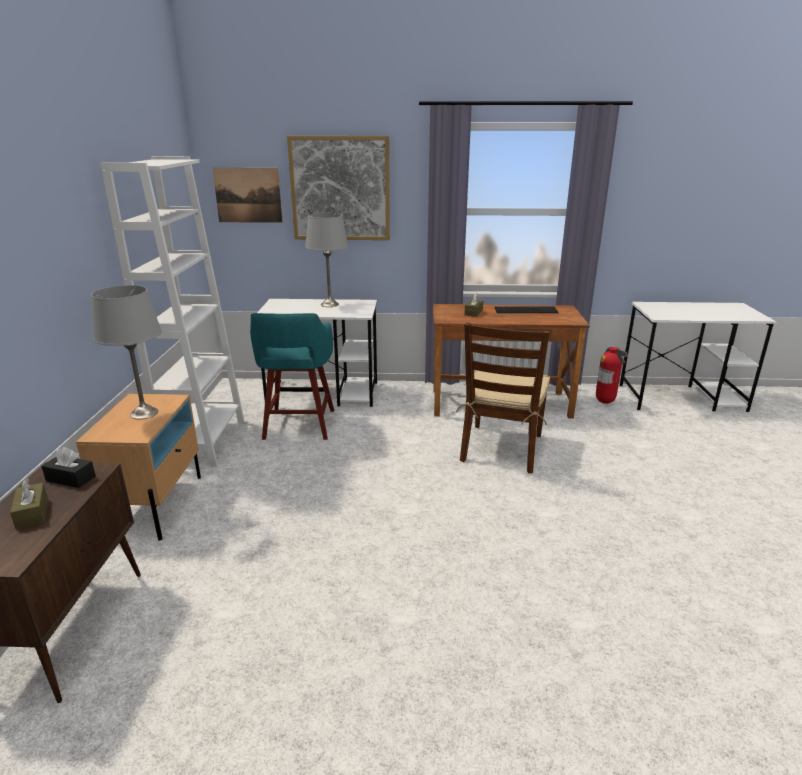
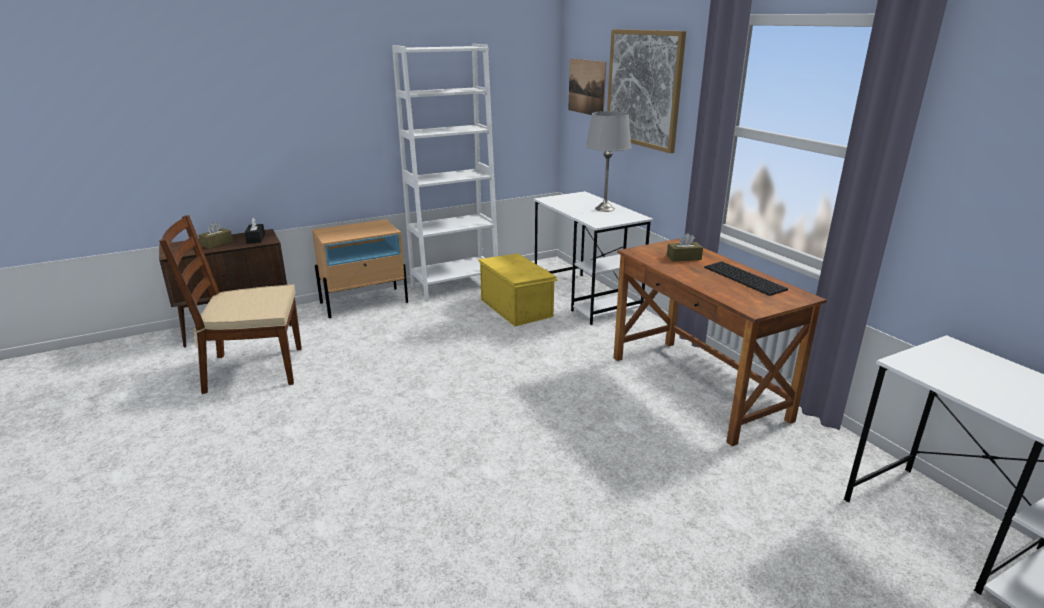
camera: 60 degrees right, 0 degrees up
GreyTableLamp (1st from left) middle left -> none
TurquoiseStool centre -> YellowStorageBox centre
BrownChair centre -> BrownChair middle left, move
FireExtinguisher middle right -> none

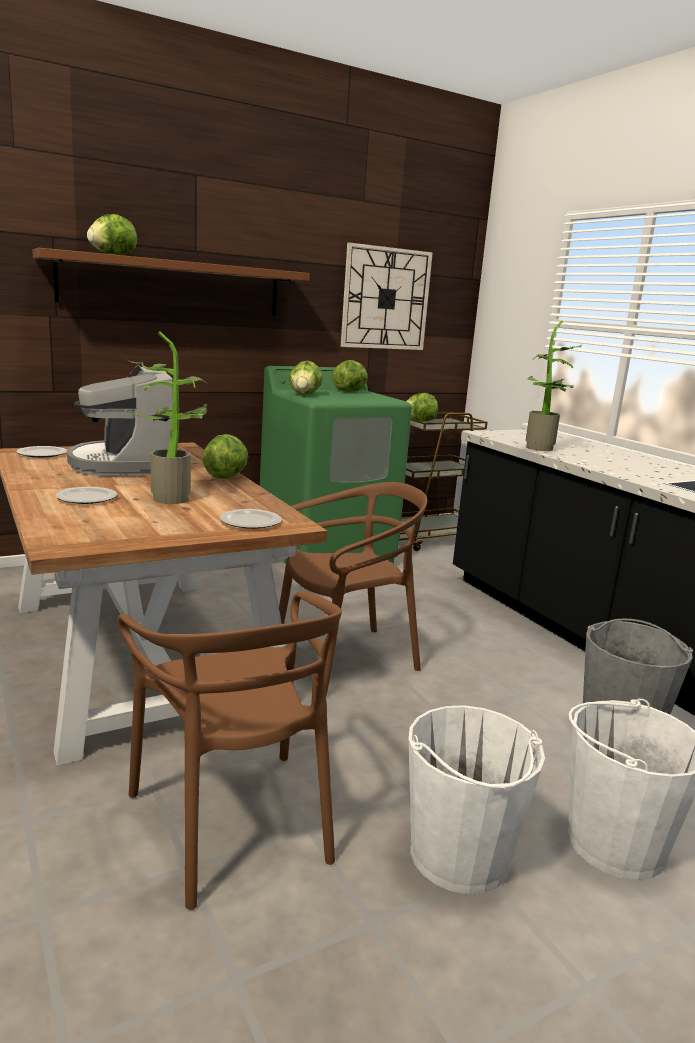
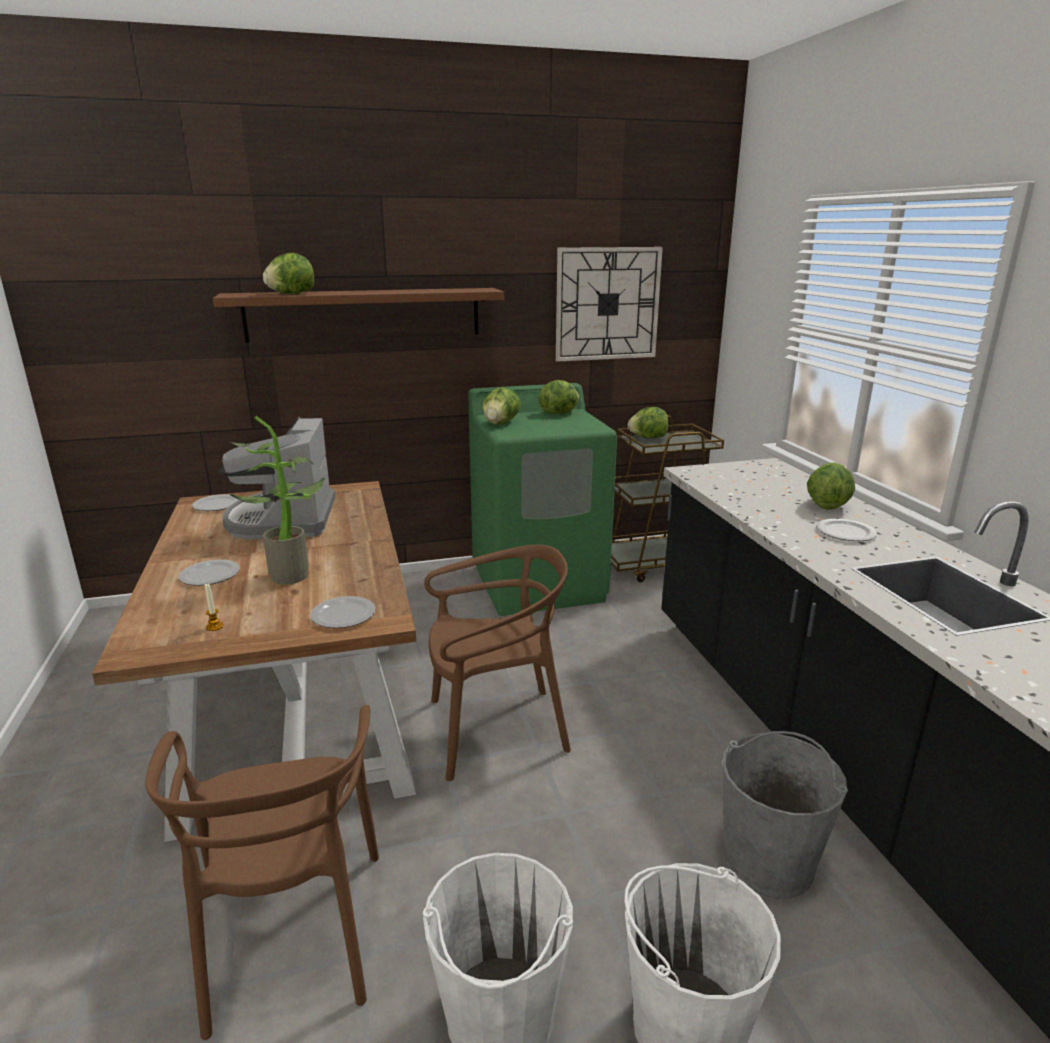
camera: 15 degrees right, 5 degrees up
Lettuce (2nd from left in the first image) middle left -> Lettuce (5th from left) middle right, move
PottedPlant (2nd from left) middle right -> none
none -> Candle middle left
none -> Plate (4th from left) middle right

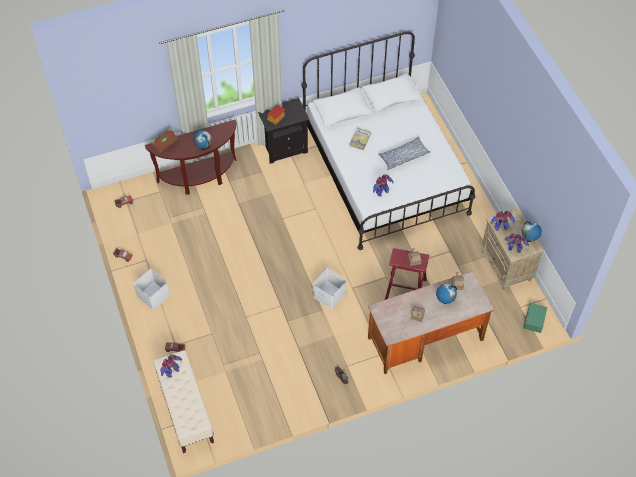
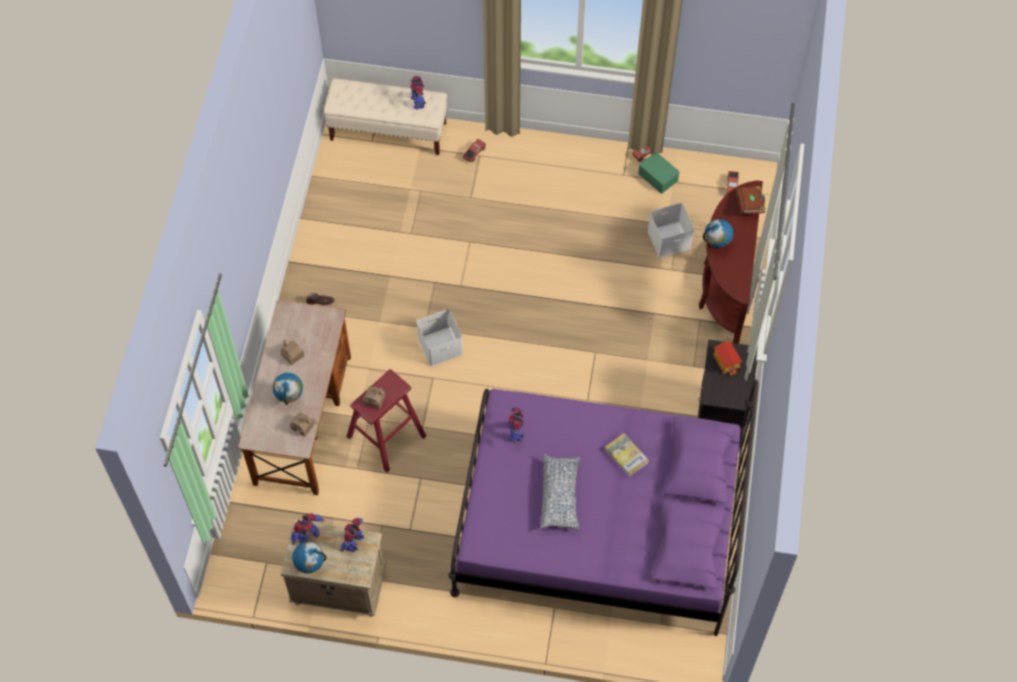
camera: 120 degrees right, 5 degrees up
WhiteStorageBox (1st from left in the first image) middle left -> WhiteStorageBox (2nd from left) centre, move
WhiteBed top centre -> PurpleBed bottom centre
GreenStorageBox bottom right -> GreenStorageBox top centre, move

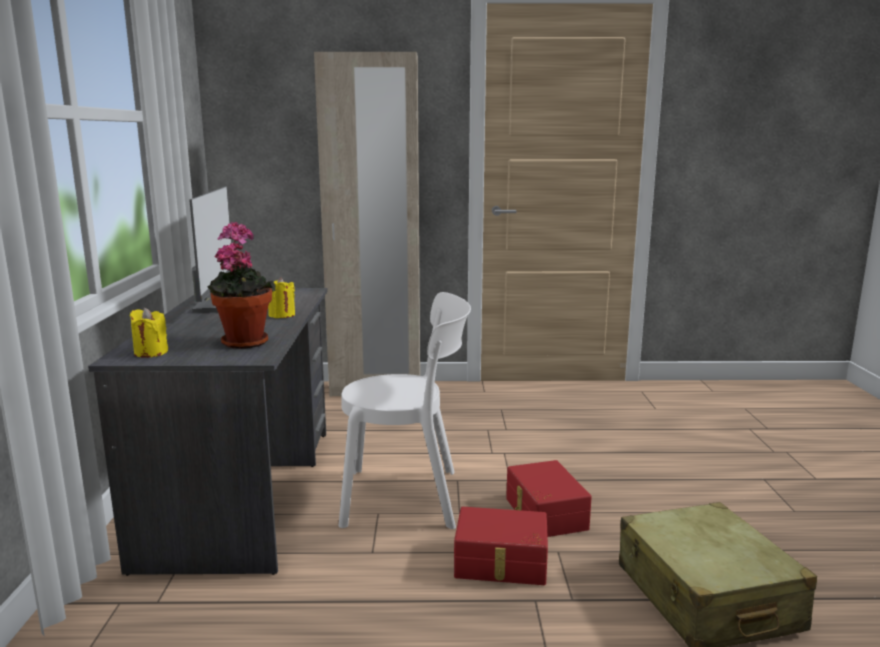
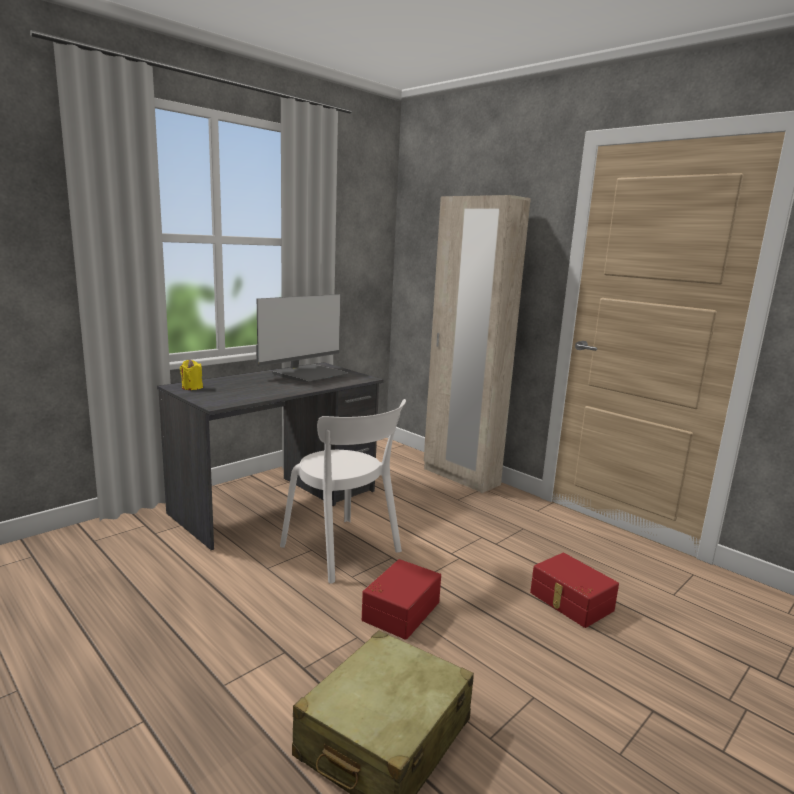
camera: 45 degrees right, 0 degrees up
PottedPlant middle left -> none
YellowCandle (2nd from left) middle left -> none
RedStorageBox (1st from left in the first image) bottom centre -> RedStorageBox (2nd from left) bottom right, move

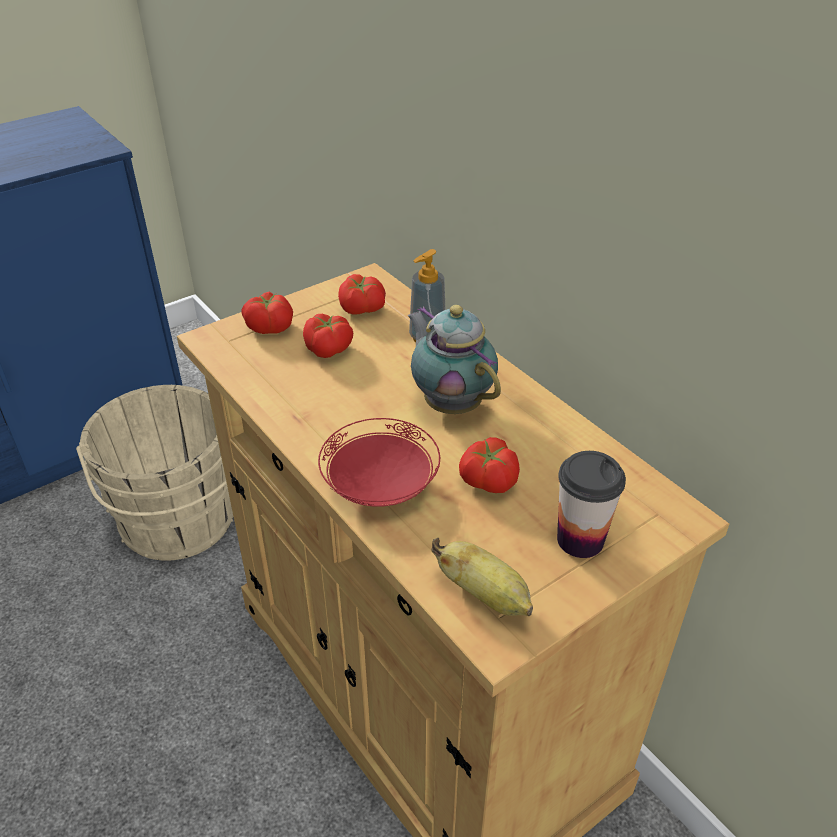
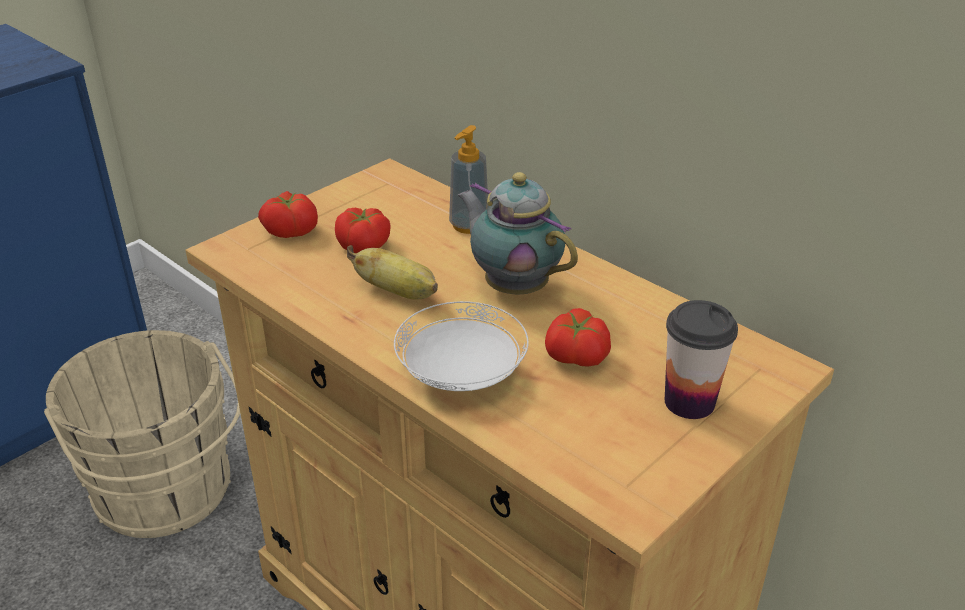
camera: 10 degrees left, 5 degrees down
RedPlate centre -> WhitePlate centre
Tomato (3rd from left) centre -> none
Banana bottom centre -> Banana centre, move

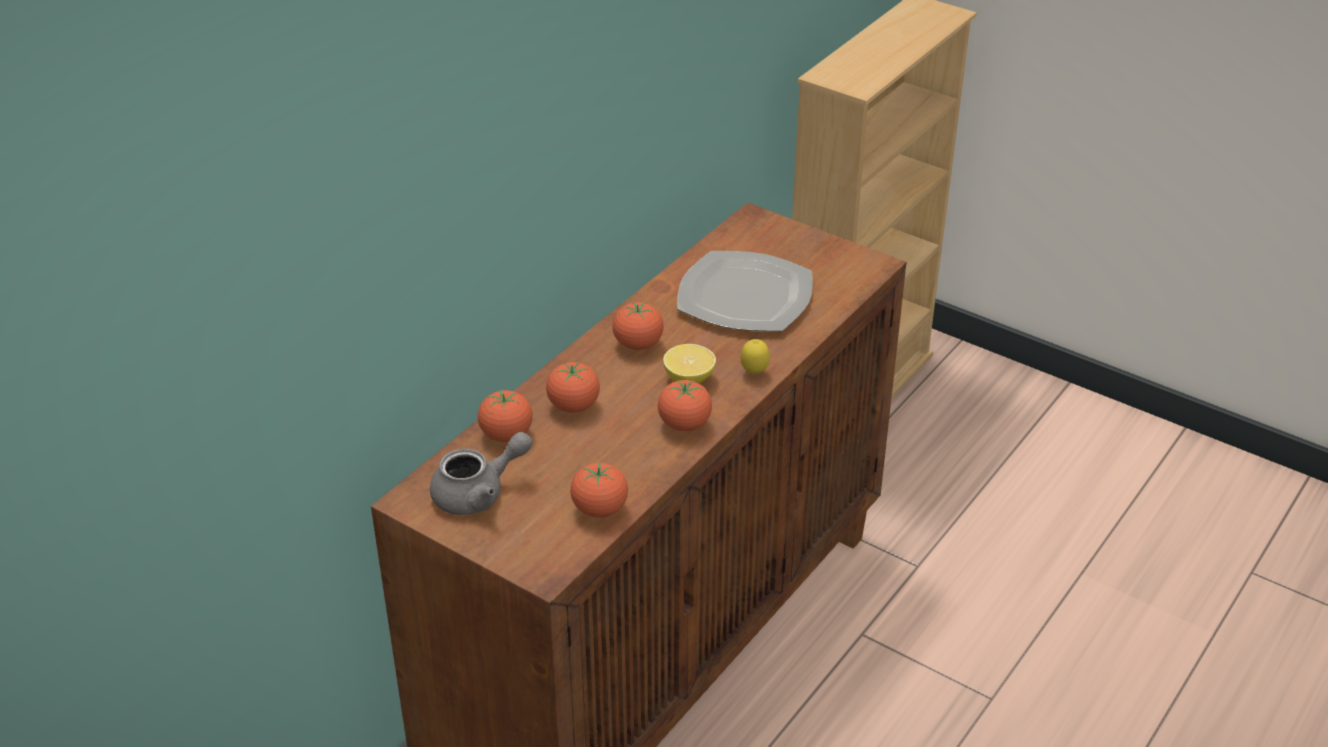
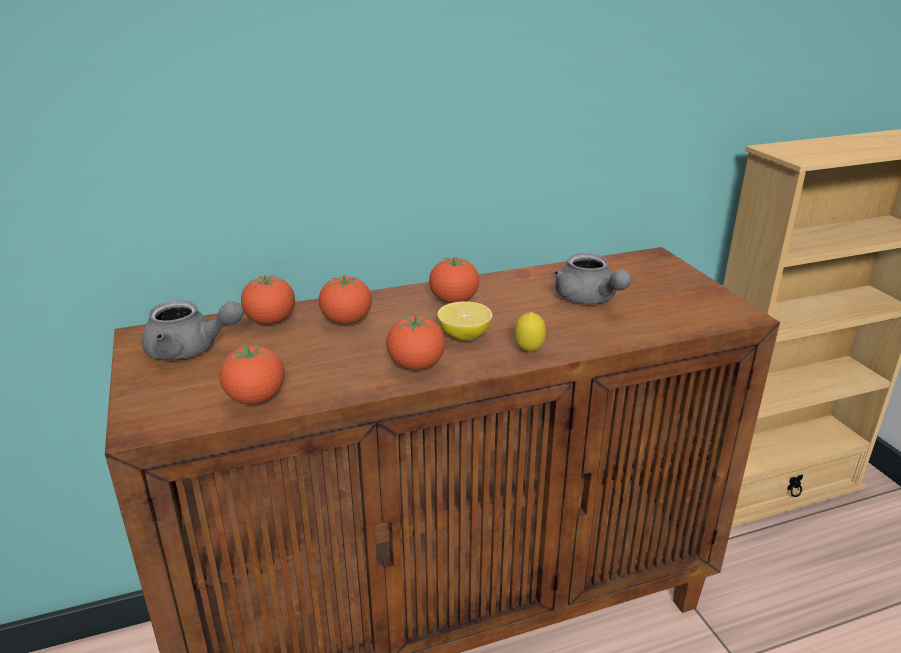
camera: 35 degrees right, 10 degrees down
Plate centre -> GreyTeapot (2nd from left) centre

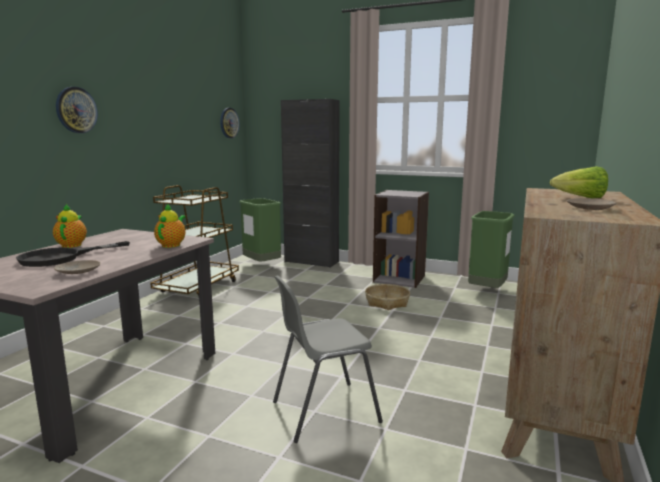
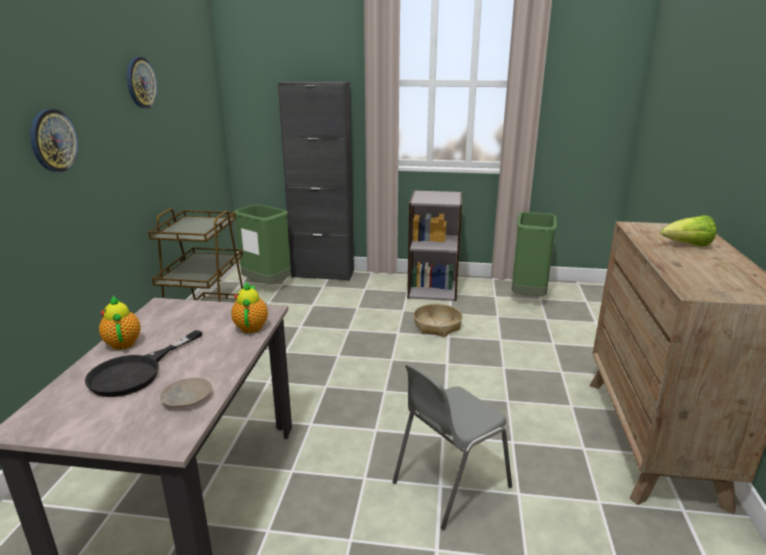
camera: 15 degrees left, 10 degrees up
WallClock (2nd from left) top centre -> WallClock (2nd from left) top left, move
BeigePlate (2nd from left) middle right -> none

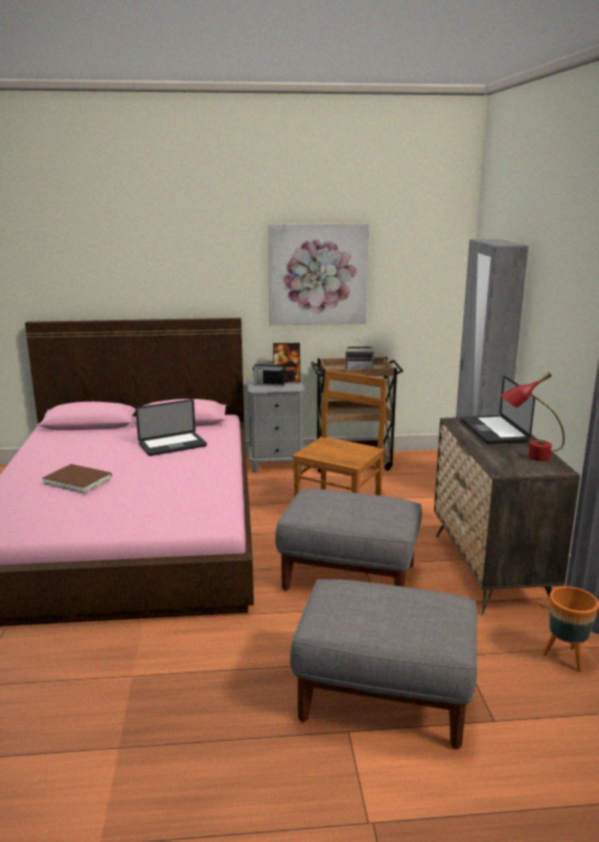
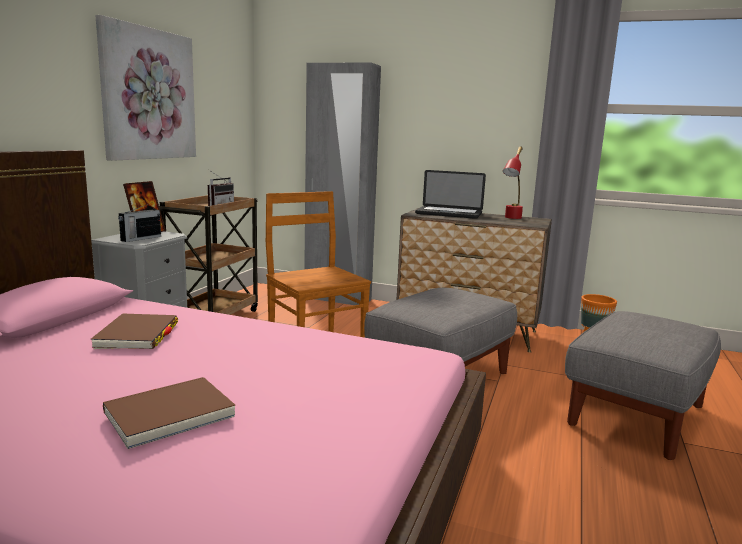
camera: 65 degrees left, 5 degrees down
Laptop (1st from left) middle left -> BrownBook (1st from left) middle left

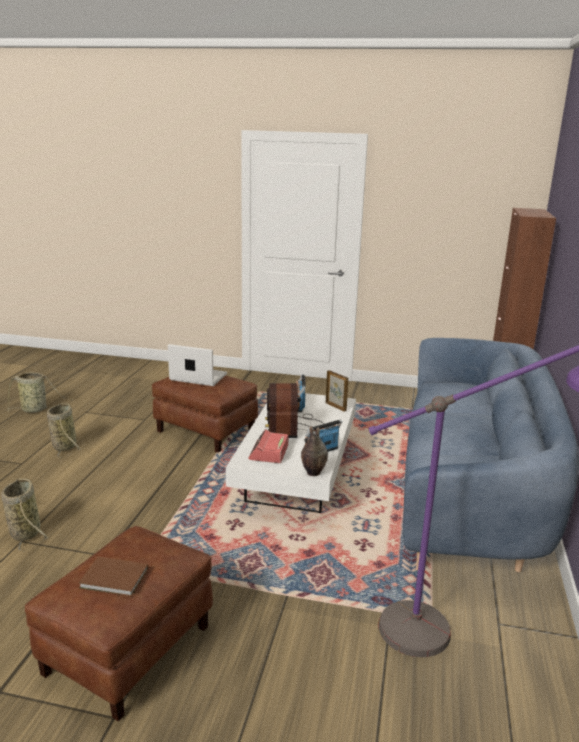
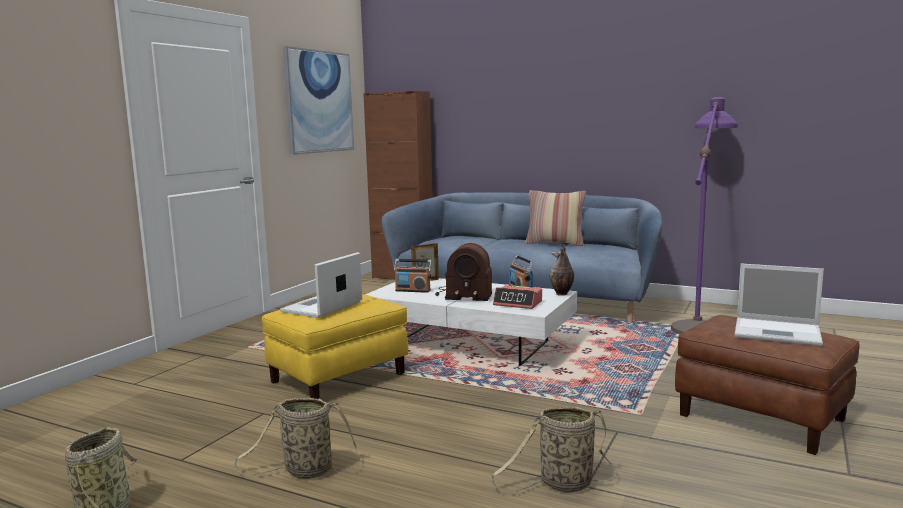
camera: 75 degrees left, 10 degrees down
BrownBook bottom left -> Laptop (2nd from left) middle right
BrownOttoman (2nd from left) centre -> YellowOttoman bottom centre
none -> Picture top centre
none -> Pillow centre

